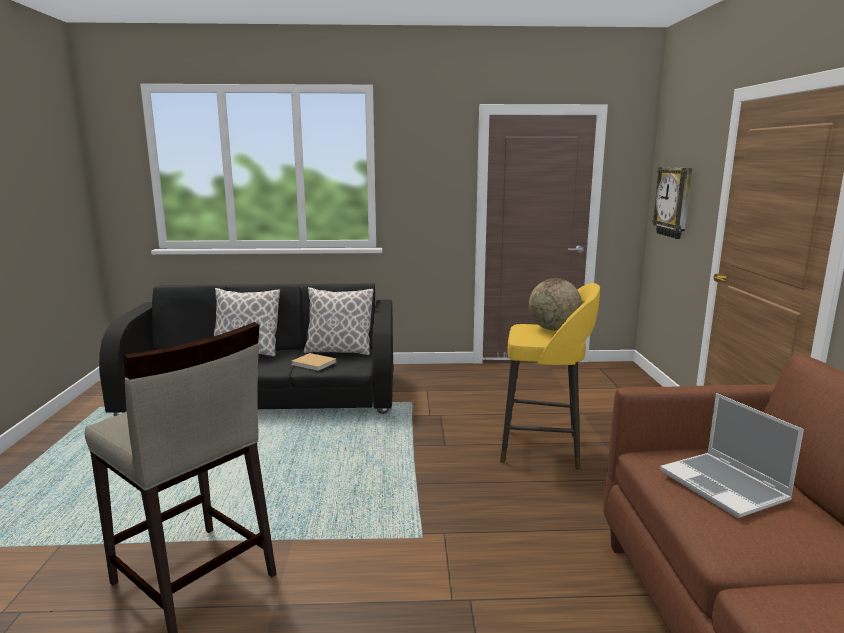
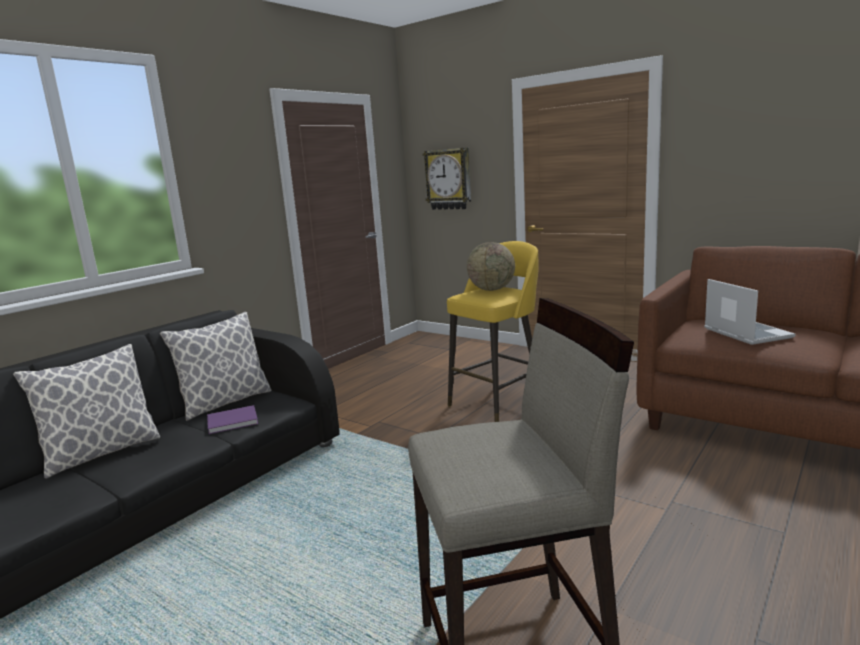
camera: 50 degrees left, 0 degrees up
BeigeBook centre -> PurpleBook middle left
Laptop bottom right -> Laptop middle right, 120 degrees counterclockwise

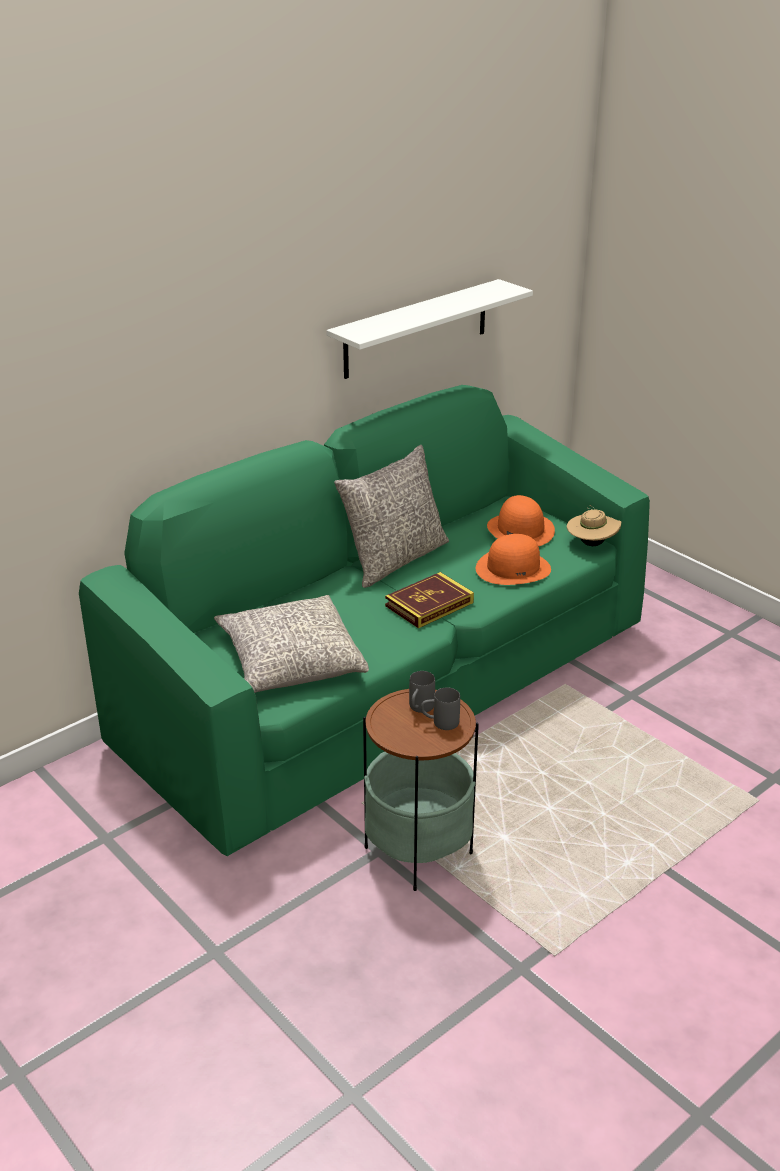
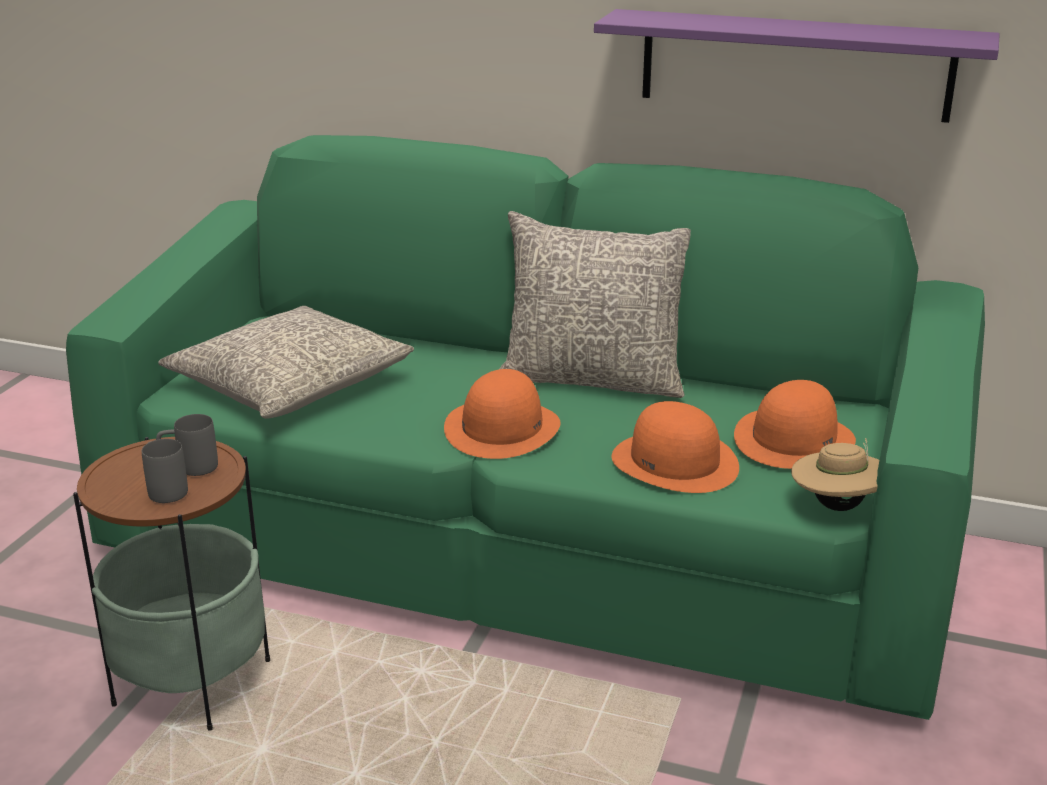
camera: 60 degrees right, 5 degrees down
WhiteShelf top centre -> PurpleShelf top right
Book centre -> OrangeHat (1st from left) centre

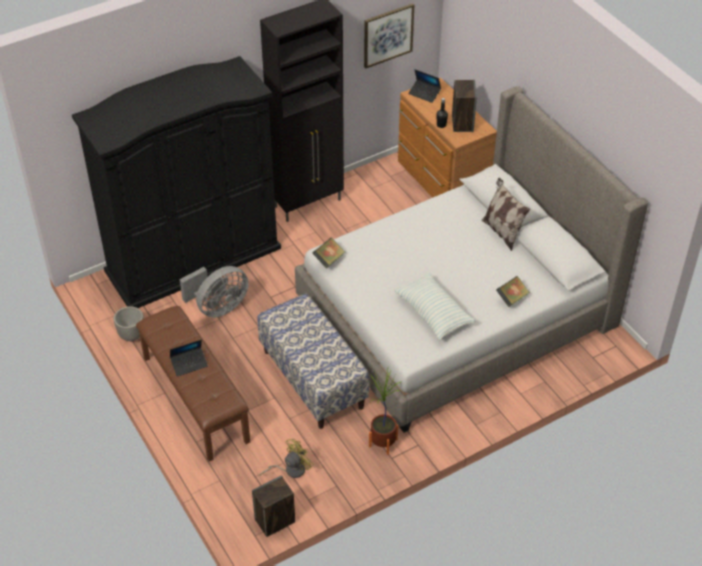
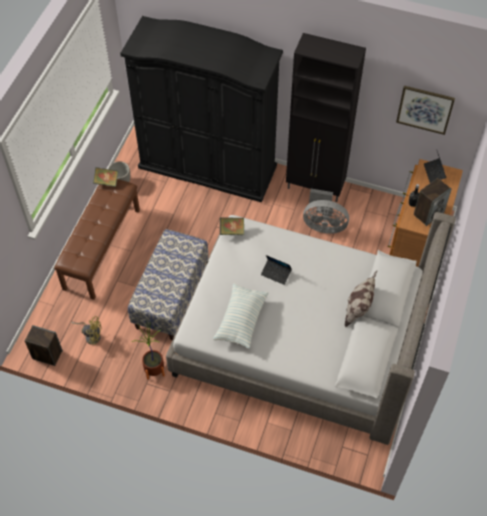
camera: 50 degrees right, 10 degrees up
Laptop (1st from left) middle left -> Laptop (1st from left) centre, move
GreyFan middle left -> GreyFan middle right, move
Book (2nd from left in the first image) middle right -> Book (1st from left) middle left, move

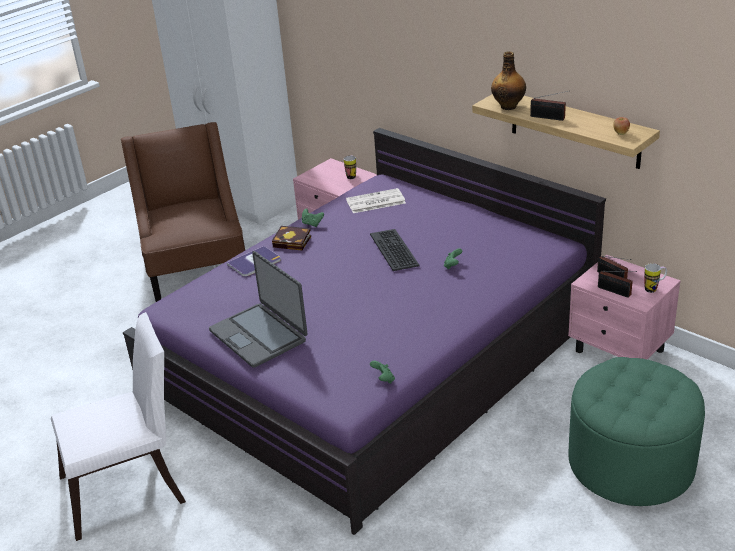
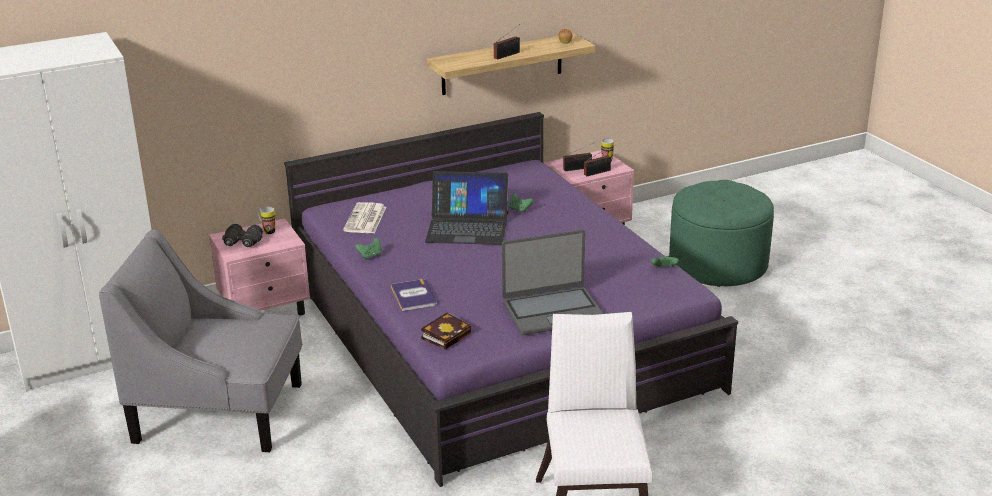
camera: 70 degrees left, 5 degrees down
BrownArmchair middle left -> GreyArmchair bottom left
Book (2nd from left) centre -> Book (2nd from left) bottom centre, move
Keyboard centre -> Laptop (1st from left) centre
Bottle top right -> none
none -> BlackBinoculars middle left

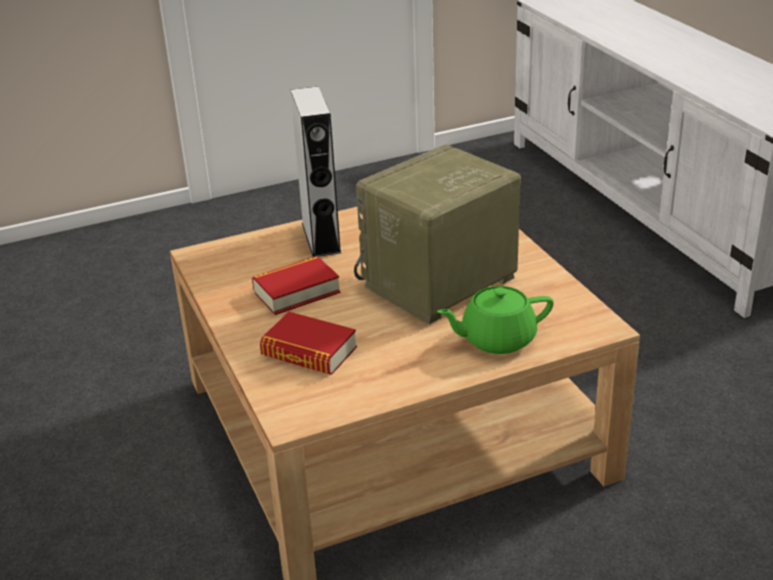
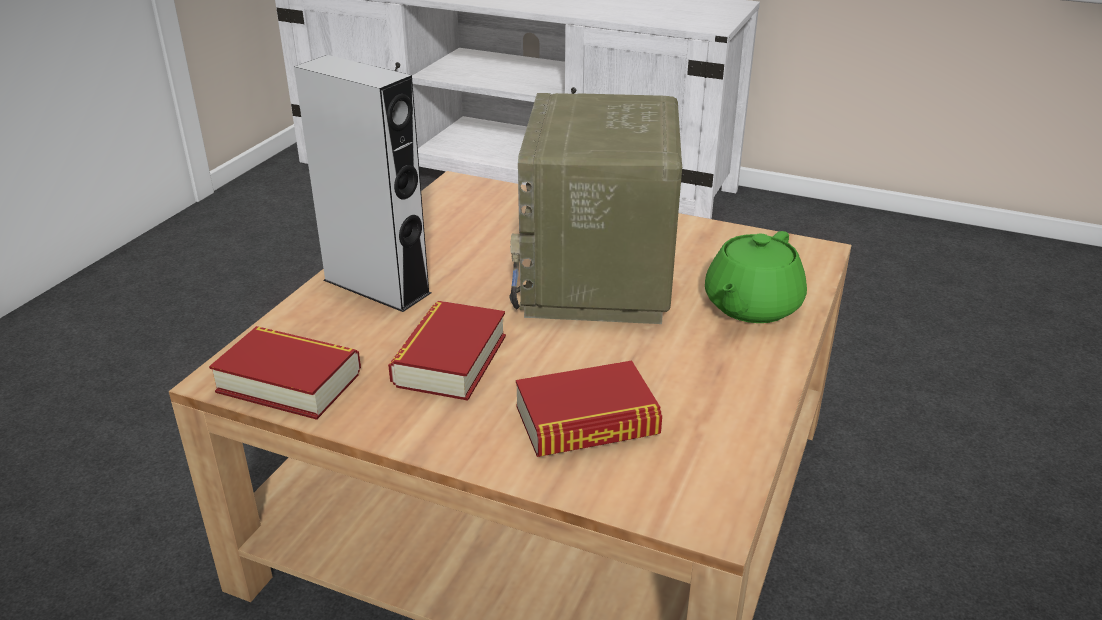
camera: 45 degrees left, 0 degrees up
none -> Book (1st from left) middle left

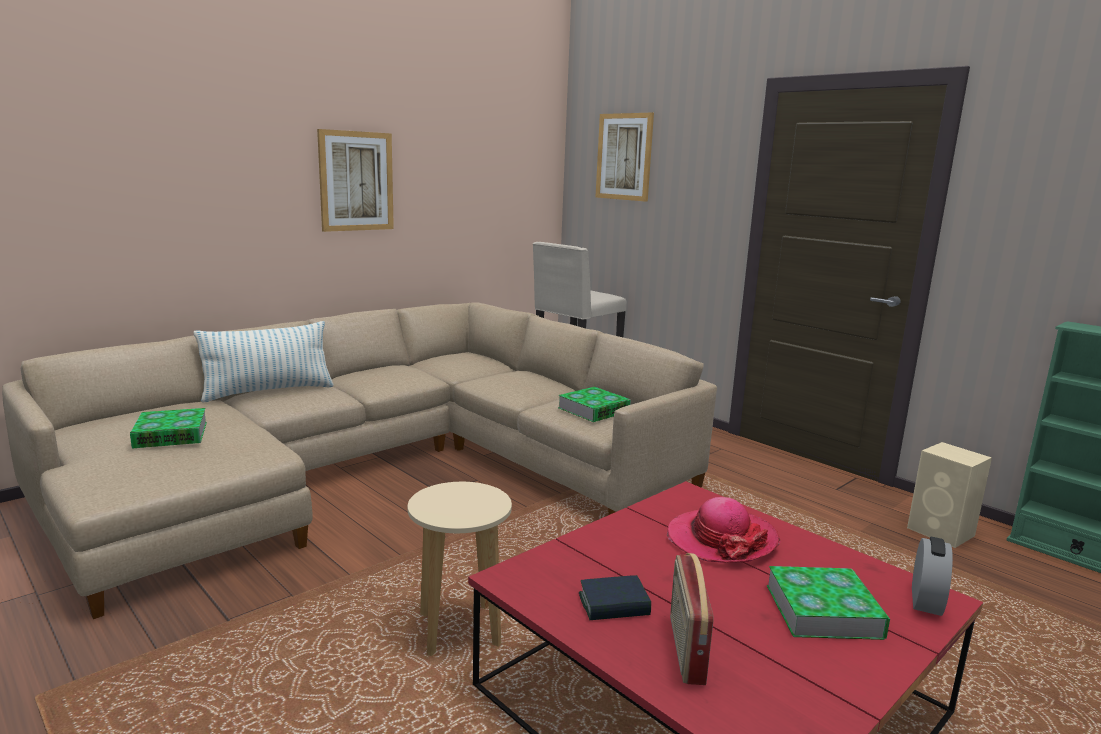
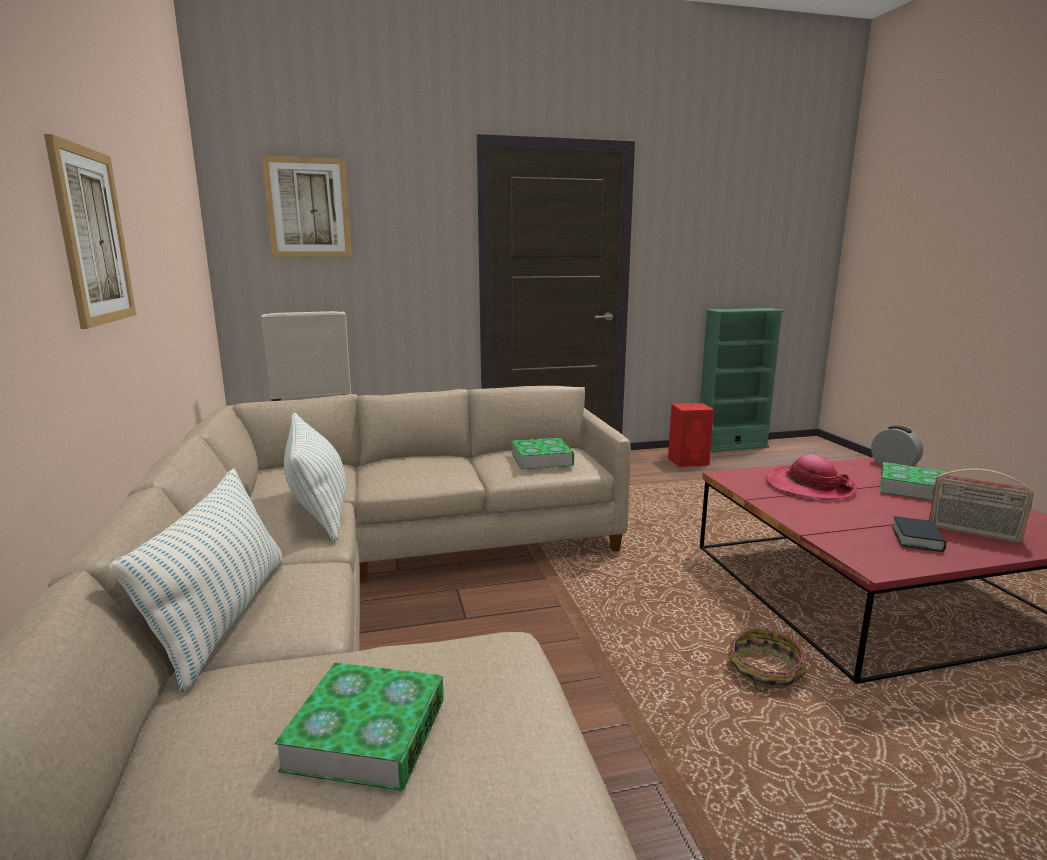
camera: 60 degrees left, 0 degrees up
BeigeStool (1st from left) bottom centre -> Basket bottom right
BeigeSpeaker bottom right -> RedSpeaker centre
none -> Pillow (2nd from left) middle left

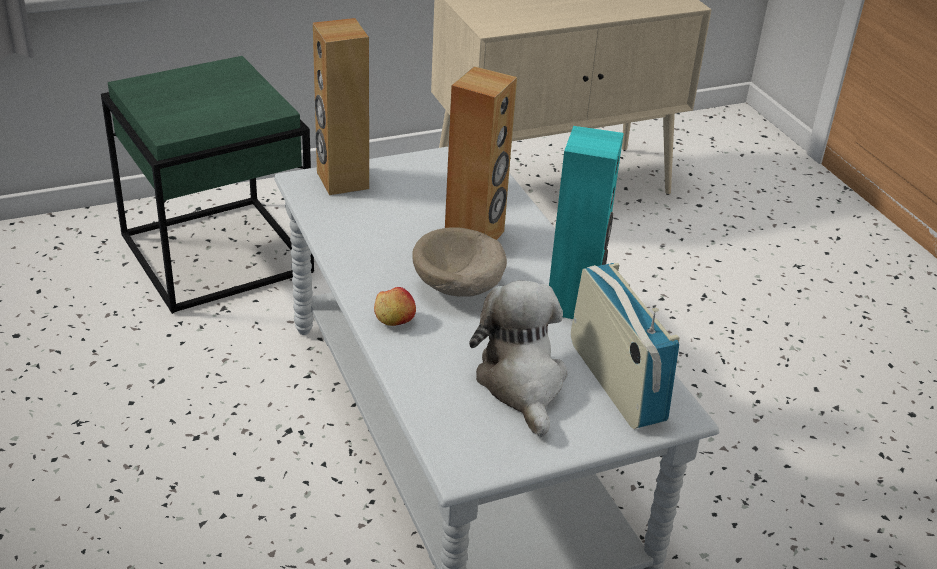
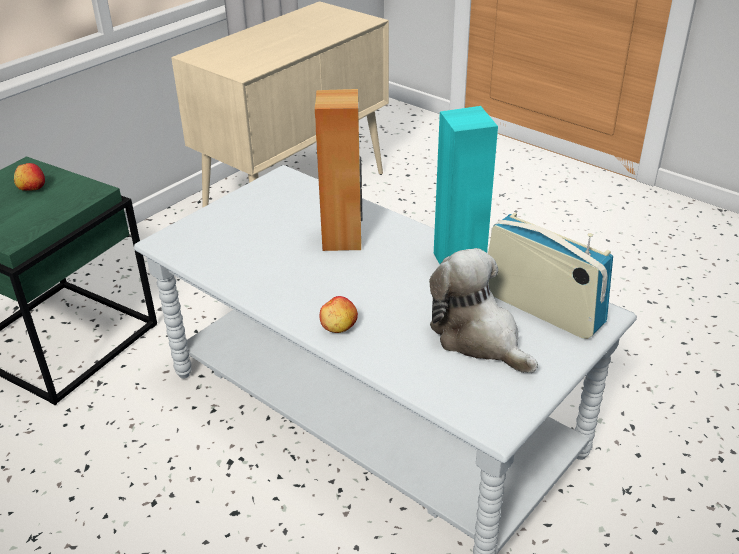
camera: 25 degrees left, 0 degrees up
BrownSpeaker (1st from left) top centre -> none
BeigeBowl centre -> none
none -> Apple (1st from left) top left

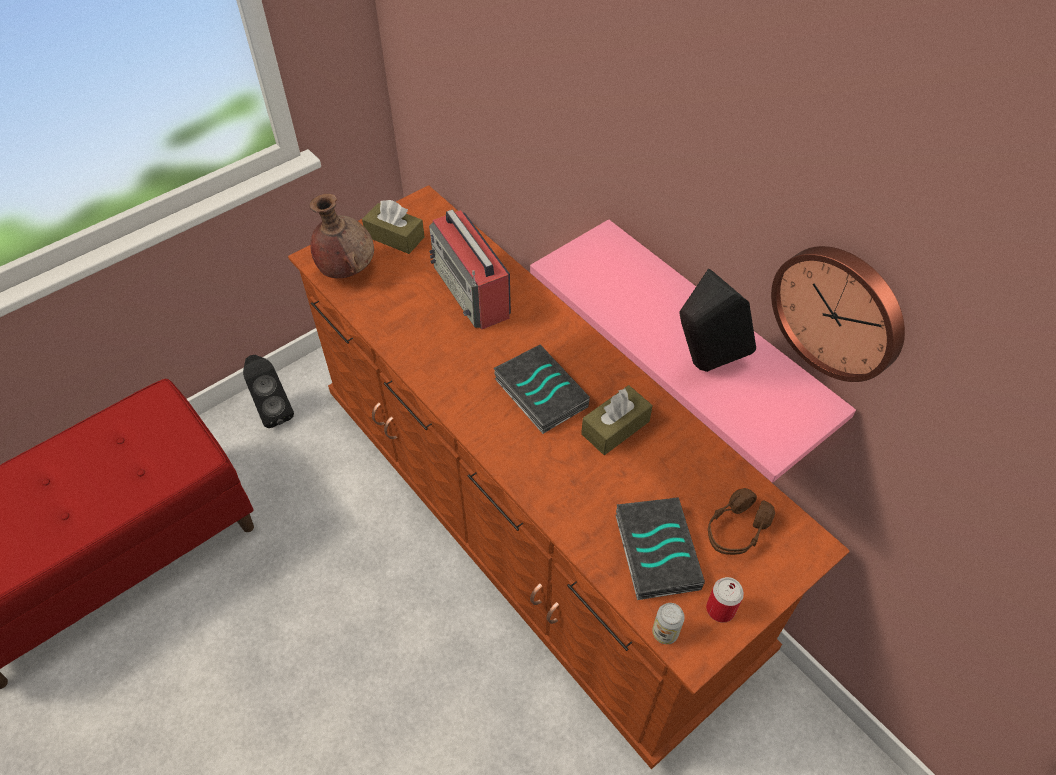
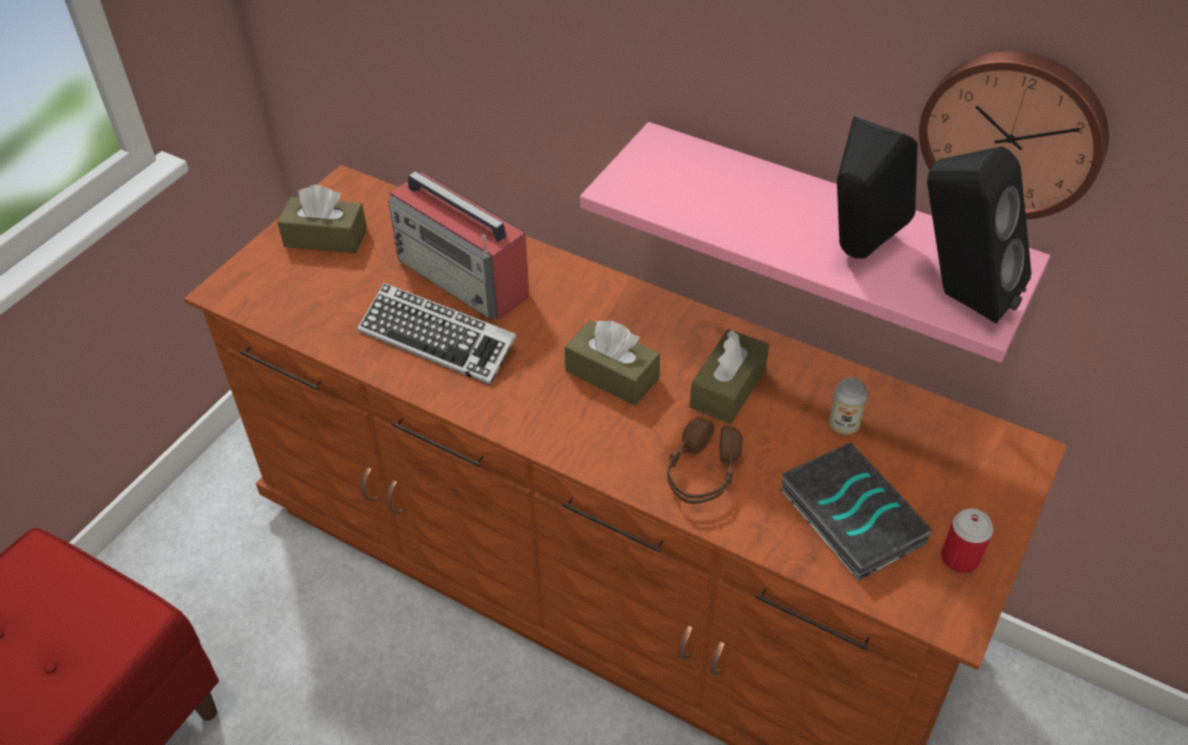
camera: 20 degrees left, 5 degrees down
BlackSpeaker (1st from left in the first image) middle left -> BlackSpeaker (2nd from left) top right, move
BrownVase top left -> none
Book (1st from left) centre -> BrownTissueBox (2nd from left) centre
Can (1st from left) bottom centre -> Can (1st from left) middle right, move
BrownHeadphones bottom right -> BrownHeadphones centre, move
none -> Keyboard centre

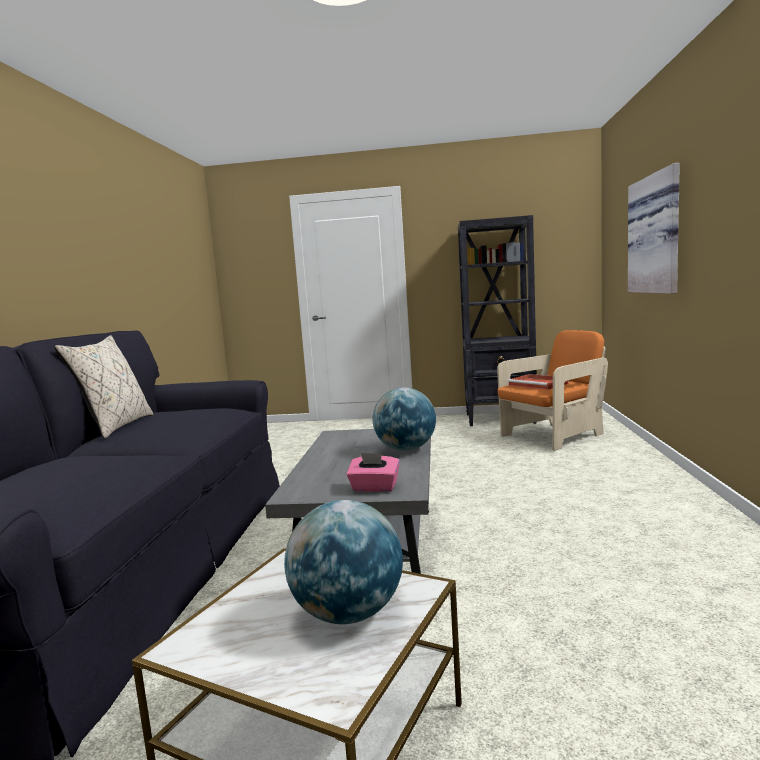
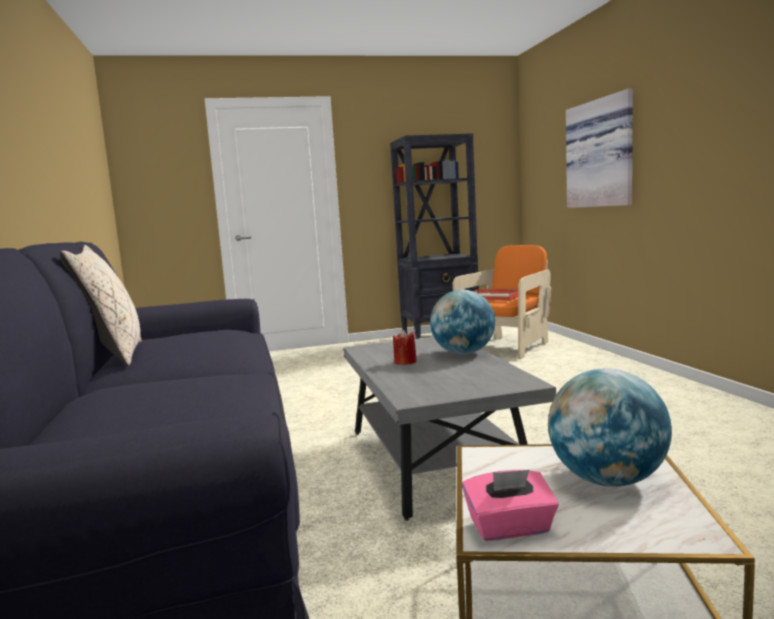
camera: 20 degrees left, 0 degrees up
PinkTissueBox centre -> PinkTissueBox bottom centre, move
none -> RedCandle centre

